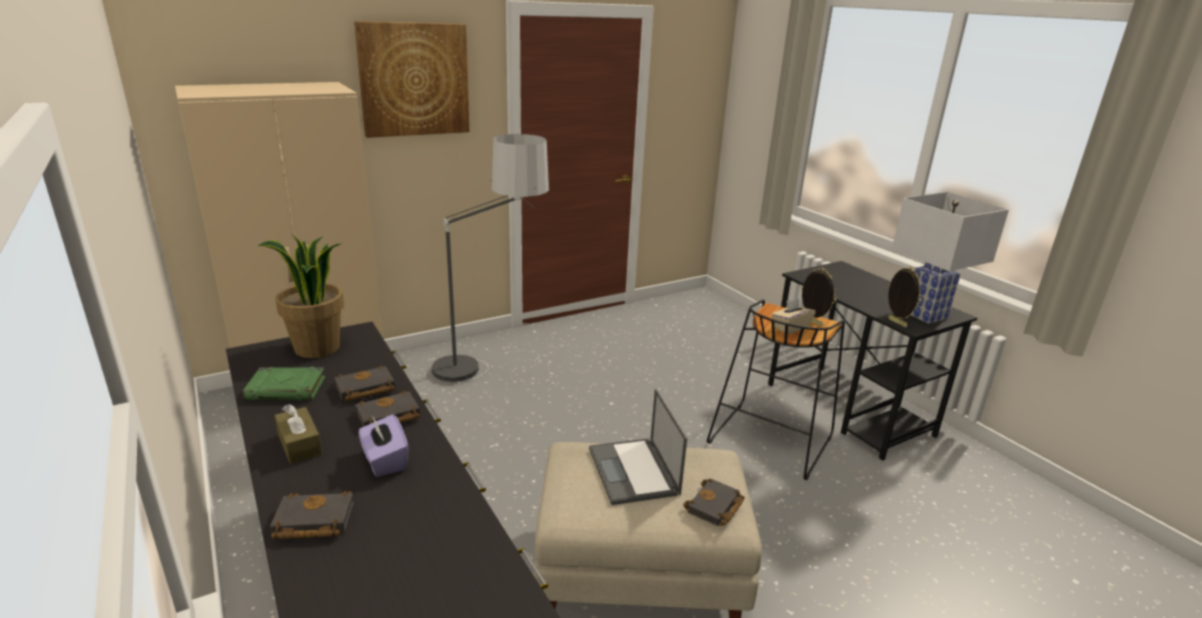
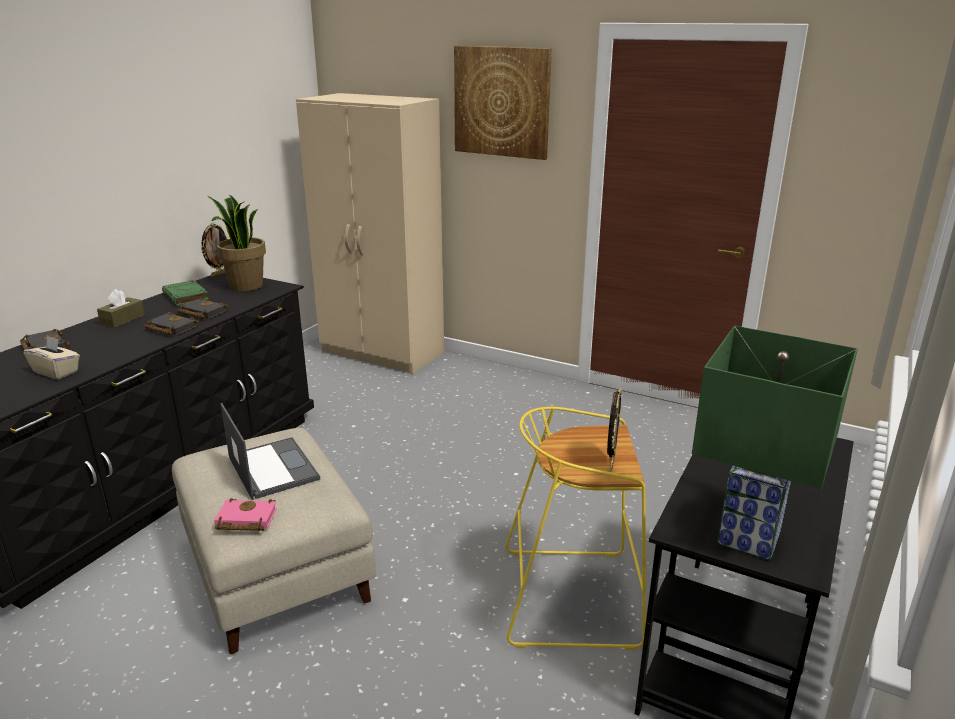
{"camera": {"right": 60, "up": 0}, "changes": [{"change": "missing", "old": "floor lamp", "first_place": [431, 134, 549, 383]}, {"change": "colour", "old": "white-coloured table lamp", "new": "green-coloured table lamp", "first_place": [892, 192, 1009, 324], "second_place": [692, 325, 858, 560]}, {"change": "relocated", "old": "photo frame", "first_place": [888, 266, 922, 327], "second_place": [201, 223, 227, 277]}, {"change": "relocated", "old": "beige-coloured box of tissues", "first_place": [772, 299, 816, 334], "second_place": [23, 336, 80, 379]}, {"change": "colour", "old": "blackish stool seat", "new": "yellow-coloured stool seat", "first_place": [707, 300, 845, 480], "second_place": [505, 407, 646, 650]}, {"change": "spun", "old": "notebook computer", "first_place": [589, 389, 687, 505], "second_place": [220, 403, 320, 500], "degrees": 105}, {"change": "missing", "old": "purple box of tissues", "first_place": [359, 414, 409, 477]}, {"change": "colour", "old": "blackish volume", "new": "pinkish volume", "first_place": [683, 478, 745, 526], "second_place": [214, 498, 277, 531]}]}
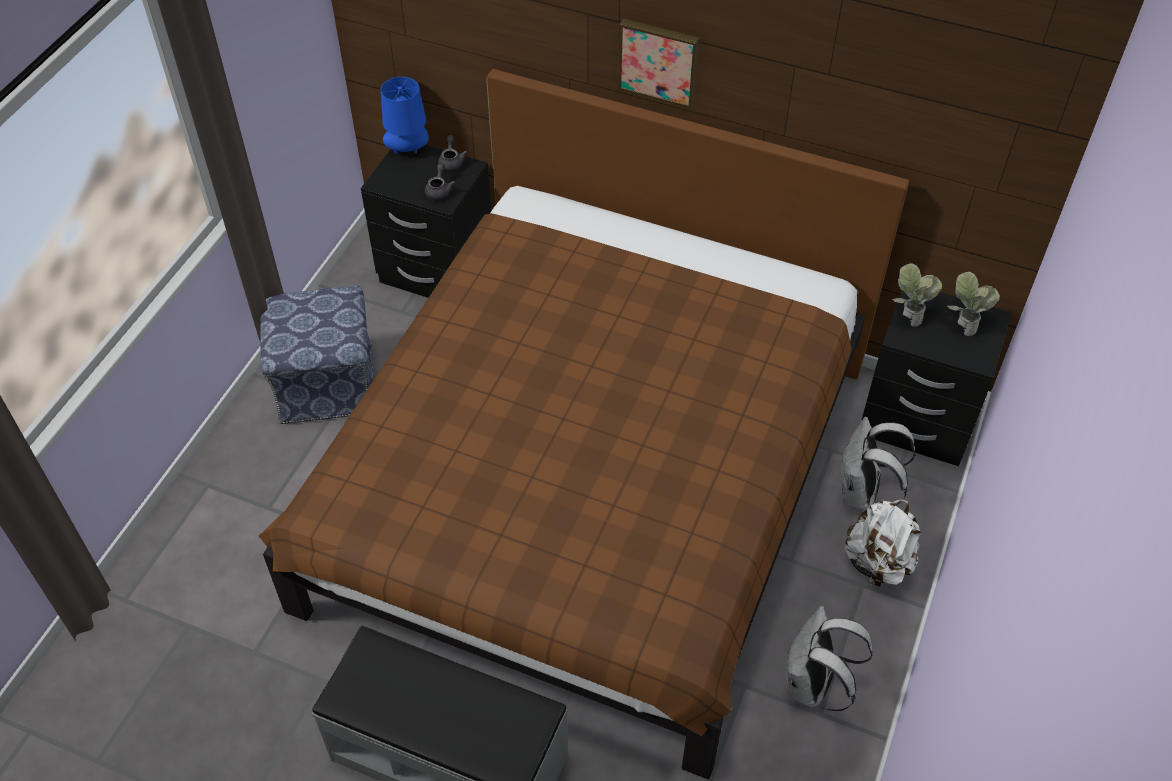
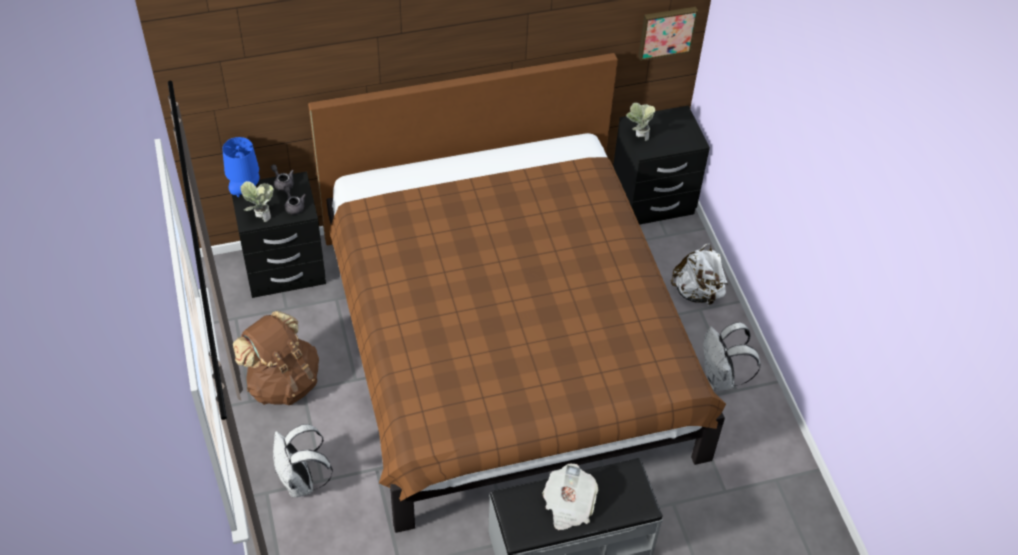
{"camera": {"right": -40, "up": 0}, "changes": [{"change": "relocated", "old": "wall art", "first_place": [618, 19, 699, 109], "second_place": [638, 7, 698, 61]}, {"change": "relocated", "old": "plant in a pot", "first_place": [947, 272, 1000, 336], "second_place": [240, 181, 274, 222]}, {"change": "exchanged", "old": "ottoman", "new": "brown rucksack", "first_place": [260, 286, 374, 424], "second_place": [233, 311, 319, 405]}, {"change": "relocated", "old": "white-coloured rucksack", "first_place": [839, 417, 915, 510], "second_place": [273, 424, 333, 498]}, {"change": "appeared", "new": "printed paper", "second_place": [542, 463, 599, 530]}]}
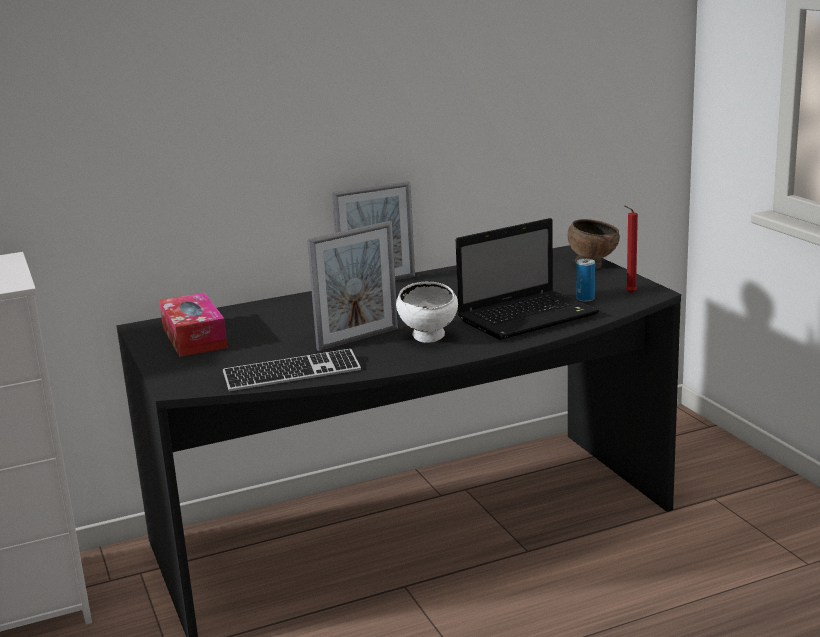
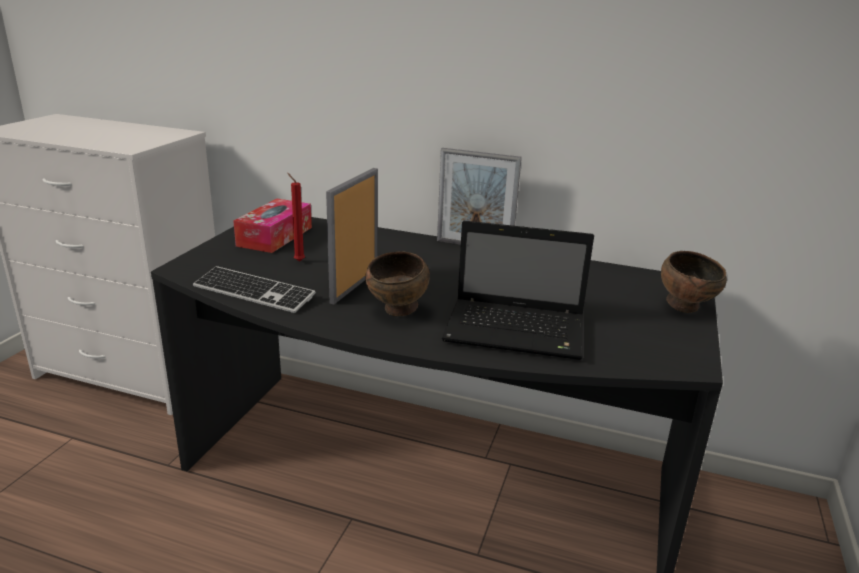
{"camera": {"right": 40, "up": 5}, "changes": [{"change": "relocated", "old": "reddish wax light", "first_place": [624, 205, 638, 293], "second_place": [287, 173, 305, 262]}, {"change": "spun", "old": "photo frame", "first_place": [307, 221, 398, 351], "second_place": [326, 168, 378, 304], "degrees": 105}, {"change": "missing", "old": "sealed can", "first_place": [576, 259, 595, 301]}, {"change": "colour", "old": "white-coloured serving bowl", "new": "brown serving bowl", "first_place": [396, 281, 458, 343], "second_place": [365, 251, 430, 316]}]}
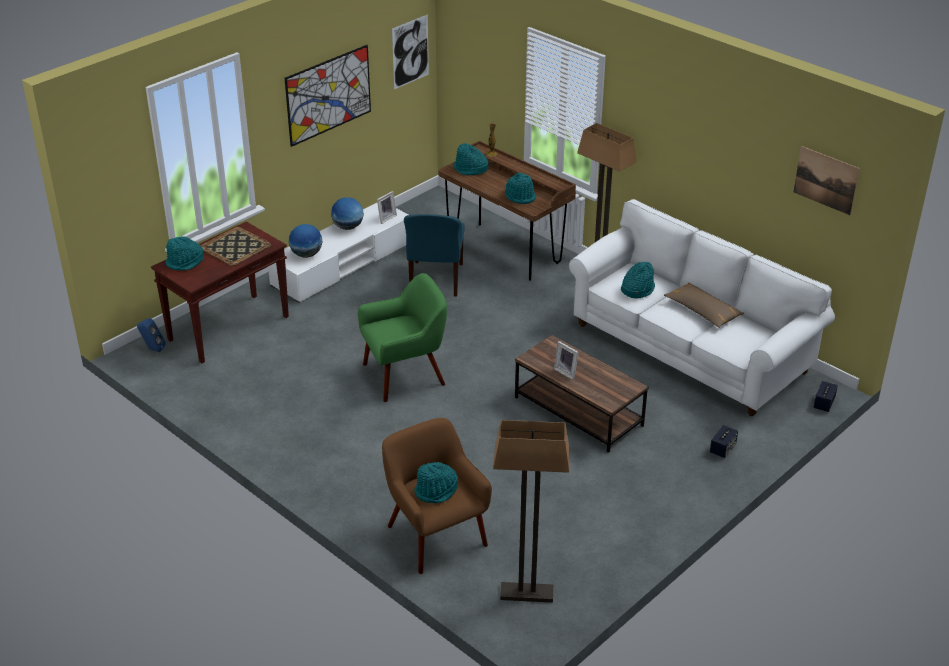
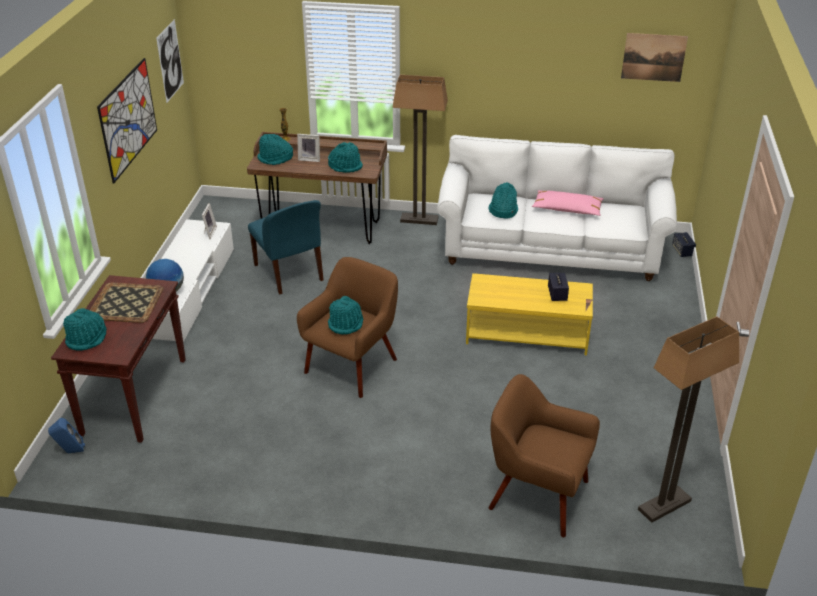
{"camera": {"right": -35, "up": 0}, "changes": [{"change": "missing", "old": "globe", "first_place": [331, 197, 364, 230]}, {"change": "colour", "old": "green-coloured lounge chair", "new": "brown lounge chair", "first_place": [358, 273, 447, 402], "second_place": [297, 257, 398, 398]}, {"change": "colour", "old": "brown throw pillow", "new": "pinkish throw pillow", "first_place": [664, 283, 744, 328], "second_place": [532, 190, 604, 216]}, {"change": "colour", "old": "brown lounge table", "new": "yellow-coloured lounge table", "first_place": [515, 335, 649, 453], "second_place": [466, 273, 593, 356]}, {"change": "relocated", "old": "photo frame", "first_place": [554, 341, 579, 380], "second_place": [297, 134, 320, 162]}, {"change": "relocated", "old": "speaker", "first_place": [710, 425, 738, 458], "second_place": [548, 273, 569, 301]}, {"change": "relocated", "old": "turquoise-coloured wearable hat", "first_place": [414, 462, 458, 503], "second_place": [328, 296, 363, 335]}]}
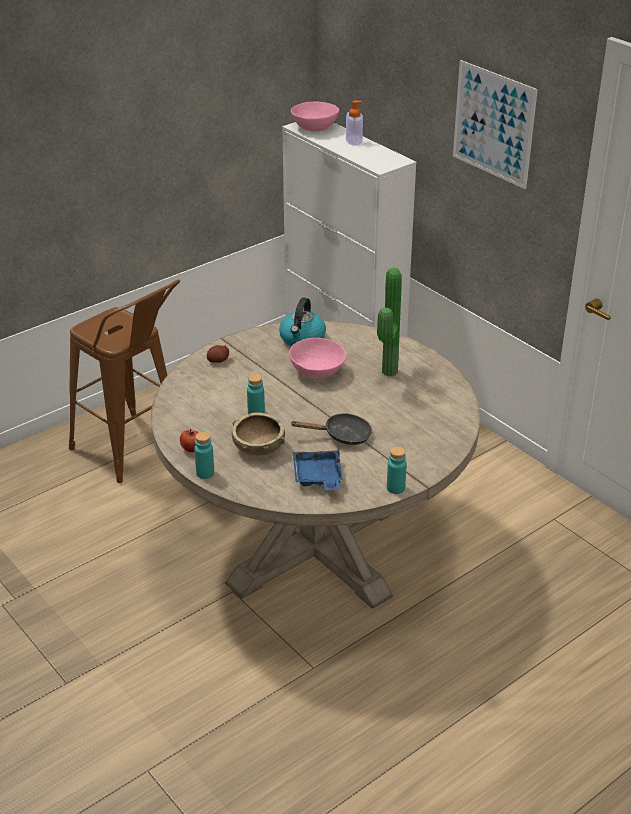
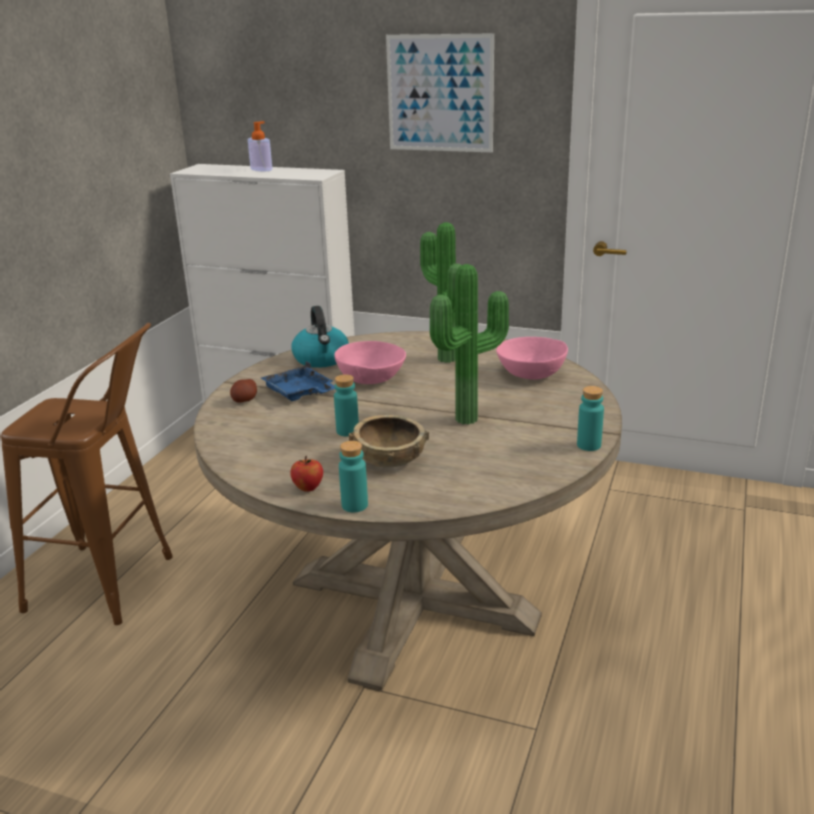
{"camera": {"right": -30, "up": -10}, "changes": [{"change": "relocated", "old": "pinkish serving bowl", "first_place": [291, 102, 339, 131], "second_place": [496, 337, 568, 380]}, {"change": "exchanged", "old": "blackish pan", "new": "plant in a pot", "first_place": [290, 413, 372, 445], "second_place": [430, 264, 509, 425]}, {"change": "relocated", "old": "blue serving tray", "first_place": [293, 447, 343, 490], "second_place": [261, 361, 335, 401]}]}
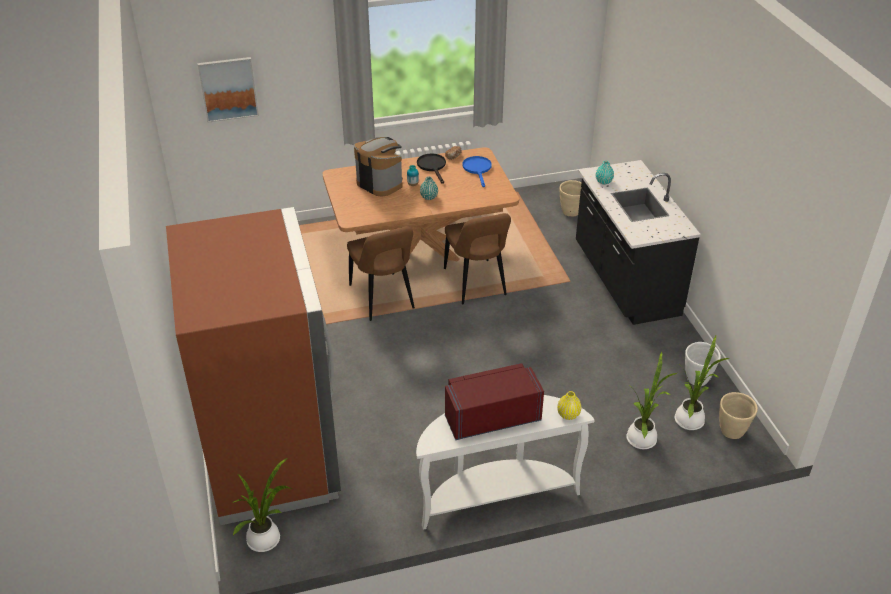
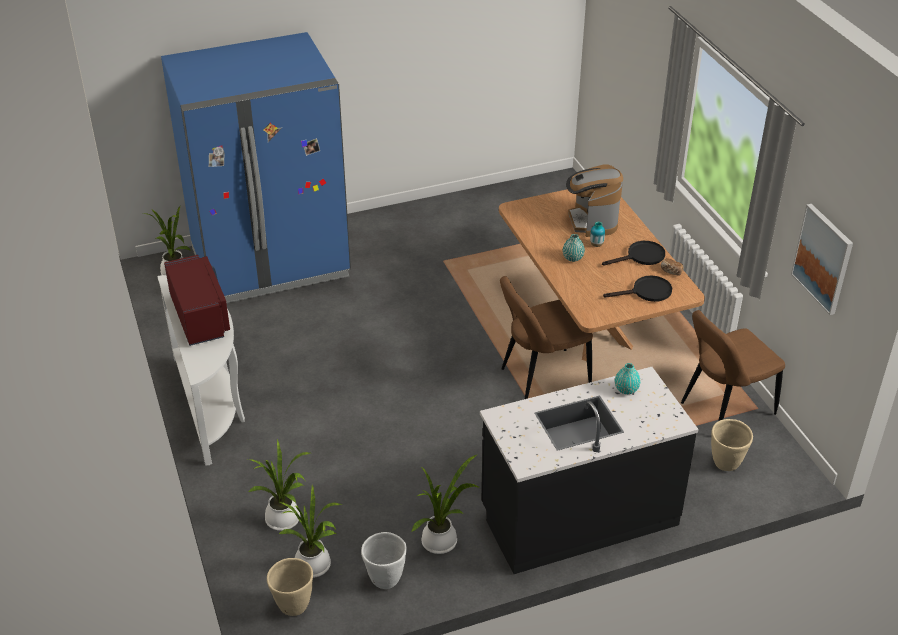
{"camera": {"right": 85, "up": 0}, "changes": [{"change": "relocated", "old": "wall art", "first_place": [197, 57, 259, 123], "second_place": [791, 204, 853, 315]}, {"change": "spun", "old": "coffee maker", "first_place": [354, 137, 403, 196], "second_place": [566, 164, 623, 237], "degrees": 135}, {"change": "colour", "old": "blue pan", "new": "blackish pan", "first_place": [463, 156, 492, 187], "second_place": [603, 276, 672, 302]}, {"change": "colour", "old": "brown refrigerator", "new": "blue refrigerator", "first_place": [166, 207, 341, 525], "second_place": [161, 32, 351, 303]}, {"change": "relocated", "old": "brown chair", "first_place": [347, 226, 415, 321], "second_place": [681, 310, 785, 421]}, {"change": "missing", "old": "yellow-coloured decorative vase", "first_place": [557, 391, 581, 420]}, {"change": "appeared", "new": "plant in a pot", "second_place": [411, 454, 479, 554]}]}
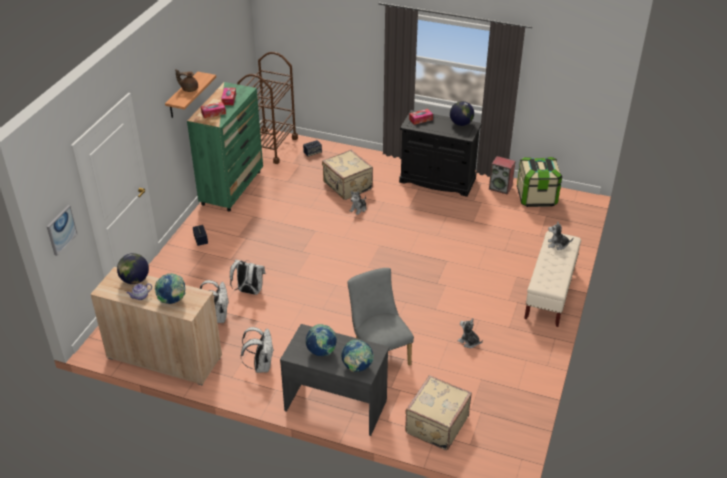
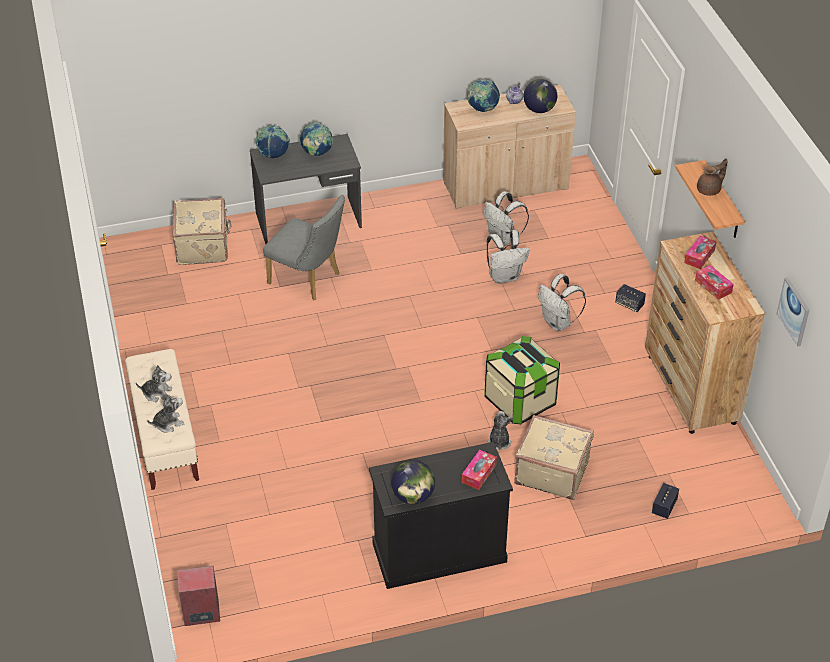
{"camera": {"right": 145, "up": 5}, "changes": [{"change": "missing", "old": "brown wheeled cart", "first_place": [237, 52, 298, 164]}, {"change": "colour", "old": "green-coloured dresser", "new": "brown dresser", "first_place": [187, 82, 263, 211], "second_place": [645, 232, 765, 434]}, {"change": "relocated", "old": "speaker", "first_place": [489, 156, 516, 195], "second_place": [177, 566, 220, 626]}, {"change": "relocated", "old": "storage box", "first_place": [517, 157, 562, 207], "second_place": [484, 336, 560, 424]}, {"change": "relocated", "old": "wall art", "first_place": [47, 205, 77, 256], "second_place": [777, 278, 809, 347]}, {"change": "relocated", "old": "plush toy", "first_place": [457, 318, 483, 348], "second_place": [136, 365, 172, 402]}, {"change": "relocated", "old": "white-coloured rucksack", "first_place": [240, 327, 273, 373], "second_place": [538, 274, 586, 331]}]}
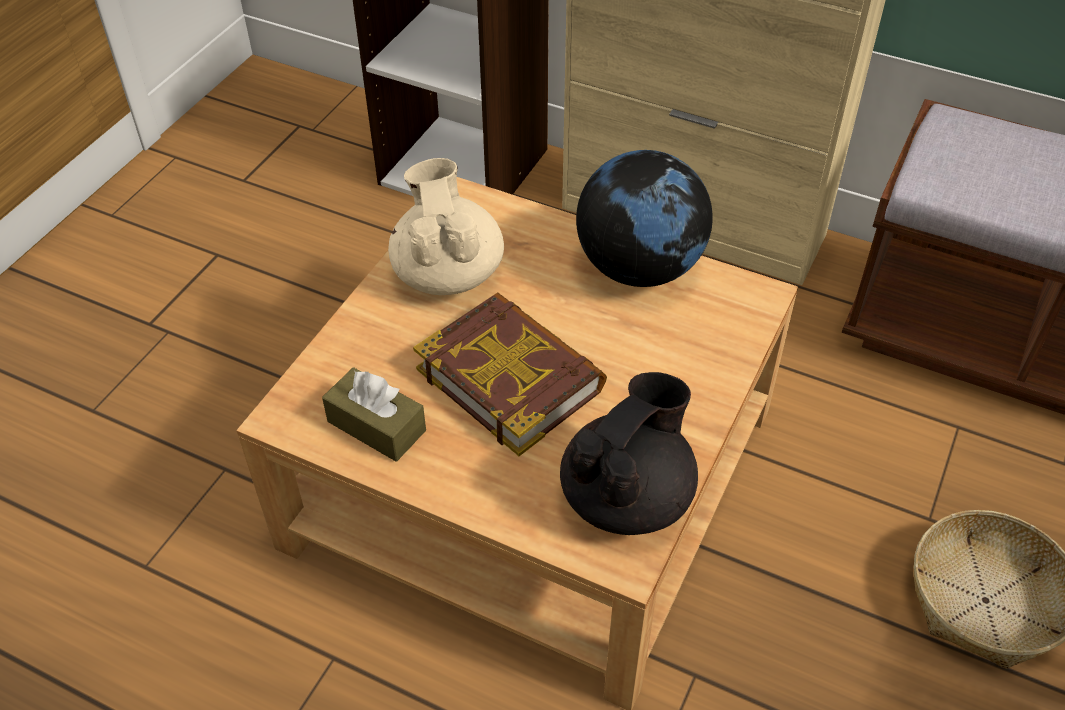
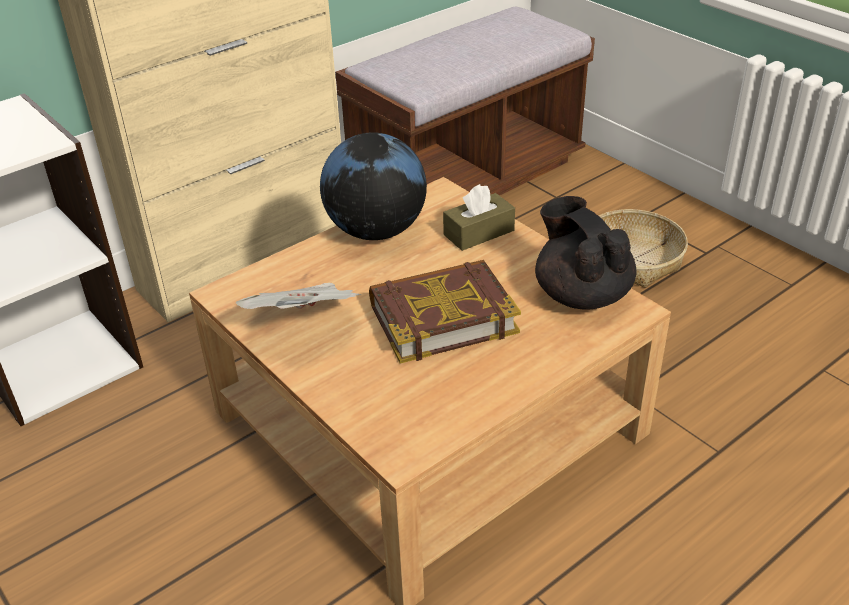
{"camera": {"right": -65, "up": -10}, "changes": [{"change": "exchanged", "old": "beige-coloured tea pot", "new": "printed paper", "first_place": [388, 158, 504, 295], "second_place": [236, 283, 361, 309]}, {"change": "relocated", "old": "brown box of tissues", "first_place": [322, 367, 426, 462], "second_place": [443, 184, 515, 251]}]}
